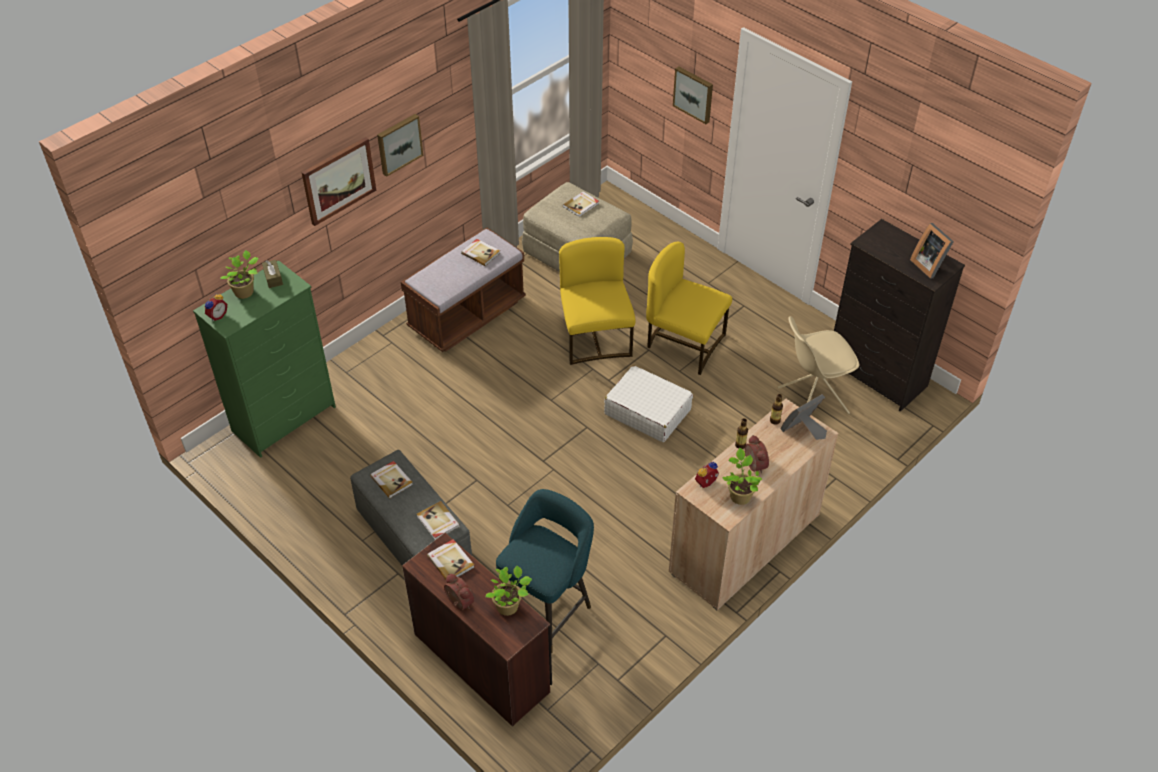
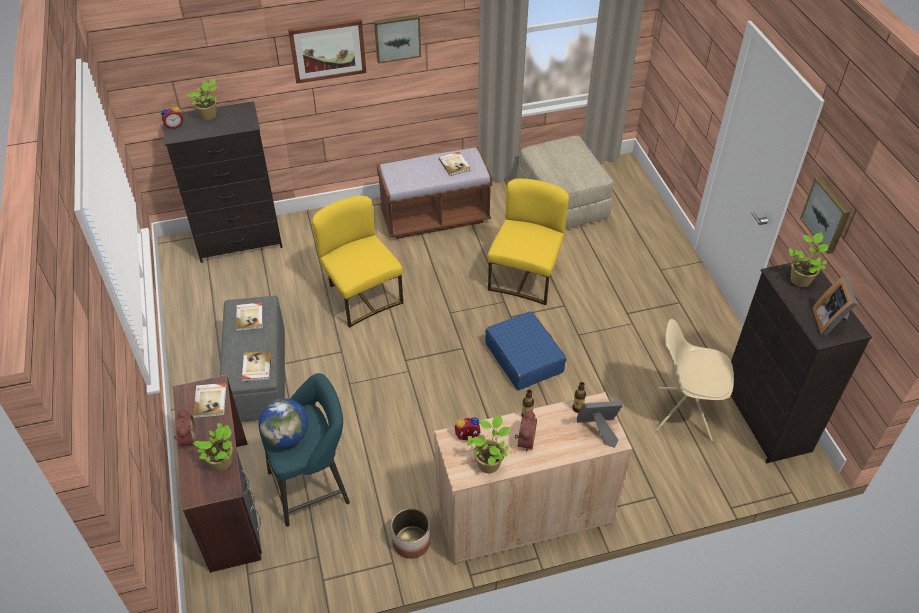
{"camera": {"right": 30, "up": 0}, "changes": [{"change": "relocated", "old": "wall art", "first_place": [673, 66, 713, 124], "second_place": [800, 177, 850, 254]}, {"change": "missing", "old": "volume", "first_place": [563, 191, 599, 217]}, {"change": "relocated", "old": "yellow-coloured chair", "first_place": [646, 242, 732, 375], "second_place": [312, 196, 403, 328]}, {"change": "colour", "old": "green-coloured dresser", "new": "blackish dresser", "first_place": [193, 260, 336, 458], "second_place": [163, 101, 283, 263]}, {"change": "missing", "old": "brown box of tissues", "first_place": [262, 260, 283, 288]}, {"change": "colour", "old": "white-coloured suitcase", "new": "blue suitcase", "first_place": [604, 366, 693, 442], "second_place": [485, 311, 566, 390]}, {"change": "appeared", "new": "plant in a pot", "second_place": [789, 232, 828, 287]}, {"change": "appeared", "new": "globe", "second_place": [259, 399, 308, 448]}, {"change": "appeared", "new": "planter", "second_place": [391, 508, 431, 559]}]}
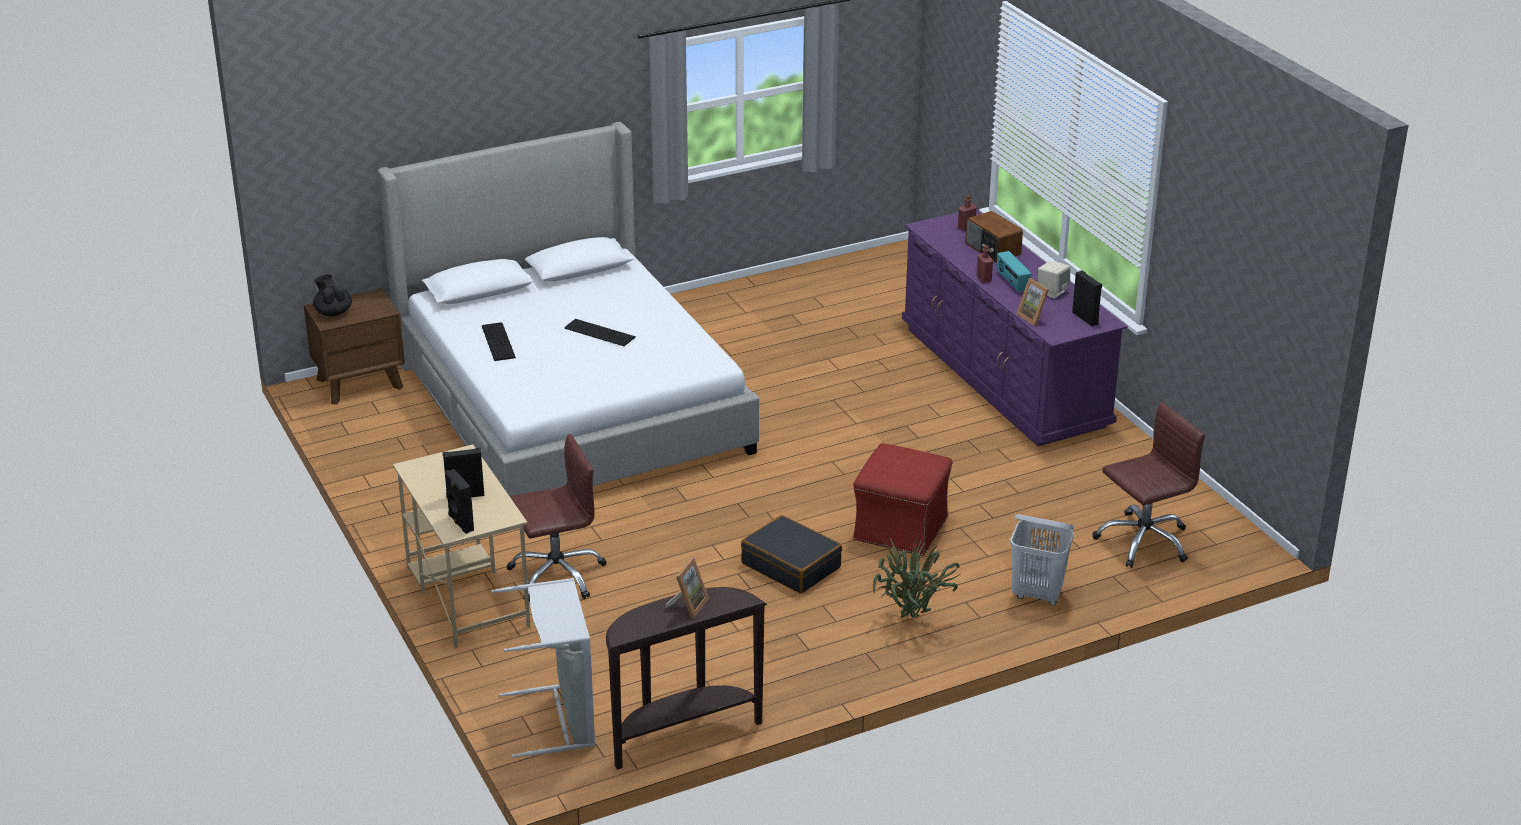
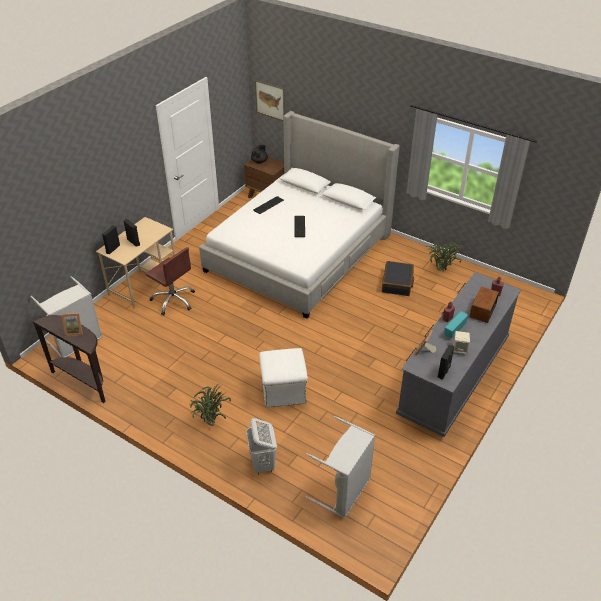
{"camera": {"right": 60, "up": 10}, "changes": [{"change": "colour", "old": "purple dresser", "new": "gray dresser", "first_place": [902, 209, 1128, 446], "second_place": [396, 272, 521, 437]}, {"change": "exchanged", "old": "brown office chair", "new": "gray hamper", "first_place": [1093, 402, 1205, 568], "second_place": [306, 416, 375, 519]}, {"change": "colour", "old": "reddish ottoman", "new": "white-coloured ottoman", "first_place": [853, 443, 953, 556], "second_place": [259, 348, 308, 408]}, {"change": "relocated", "old": "blackish suitcase", "first_place": [741, 515, 842, 594], "second_place": [382, 261, 414, 296]}, {"change": "appeared", "new": "wall art", "second_place": [255, 80, 285, 121]}, {"change": "appeared", "new": "plant in a pot", "second_place": [426, 242, 462, 271]}]}
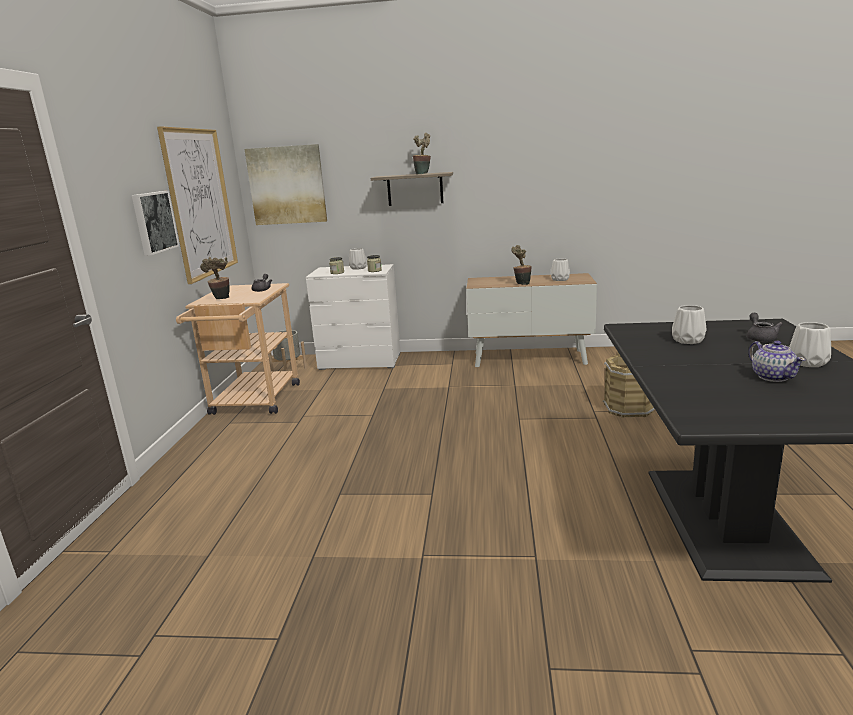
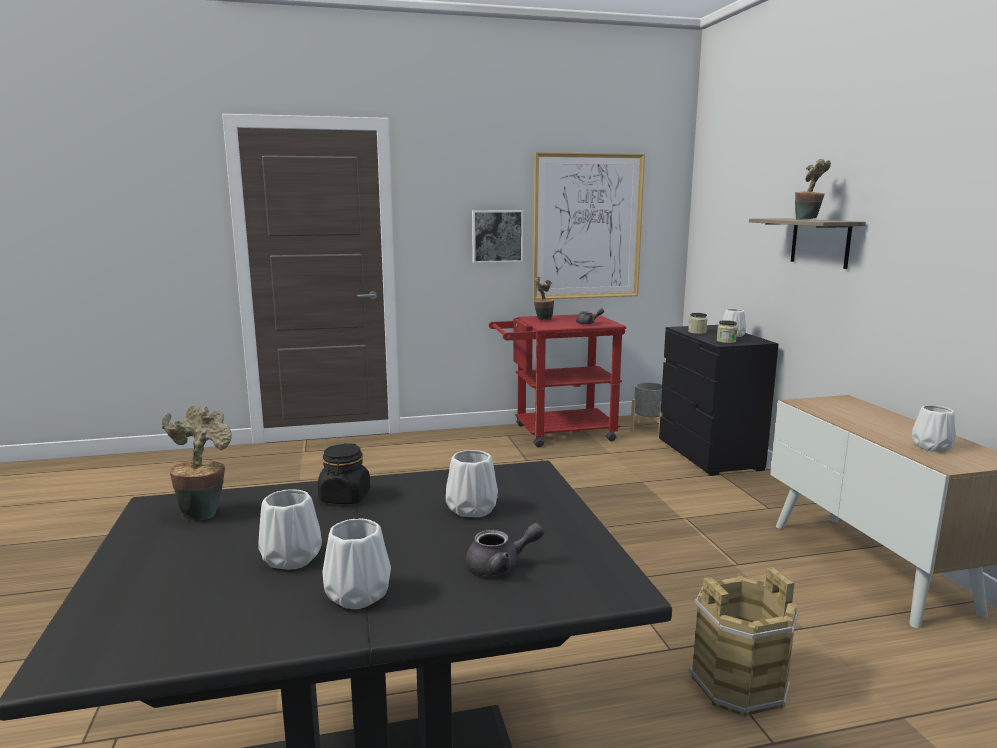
{"camera": {"right": 70, "up": -5}, "changes": [{"change": "missing", "old": "wall art", "first_place": [245, 144, 327, 225]}, {"change": "relocated", "old": "plant in a pot", "first_place": [511, 245, 532, 285], "second_place": [162, 405, 232, 522]}, {"change": "colour", "old": "white-coloured dresser", "new": "blackish dresser", "first_place": [306, 264, 400, 370], "second_place": [659, 325, 779, 476]}, {"change": "colour", "old": "beige-coloured wheeled cart", "new": "reddish wheeled cart", "first_place": [176, 283, 300, 415], "second_place": [489, 314, 626, 448]}, {"change": "exchanged", "old": "tea pot", "new": "white-coloured decorative vase", "first_place": [748, 340, 806, 382], "second_place": [258, 489, 322, 570]}, {"change": "appeared", "new": "blackish jar", "second_place": [318, 443, 370, 504]}]}
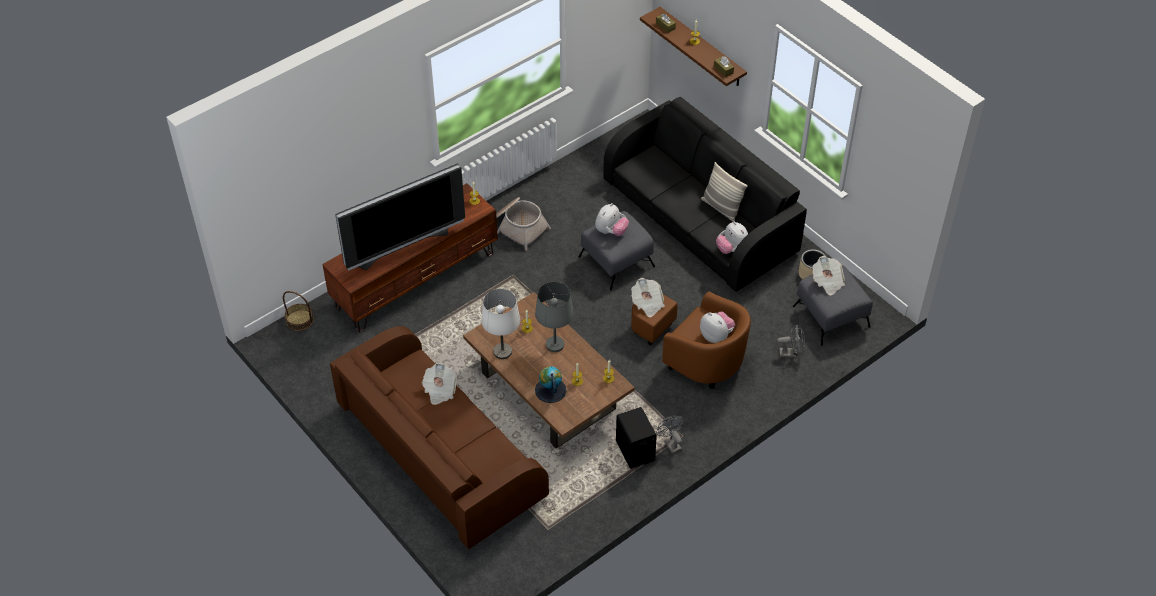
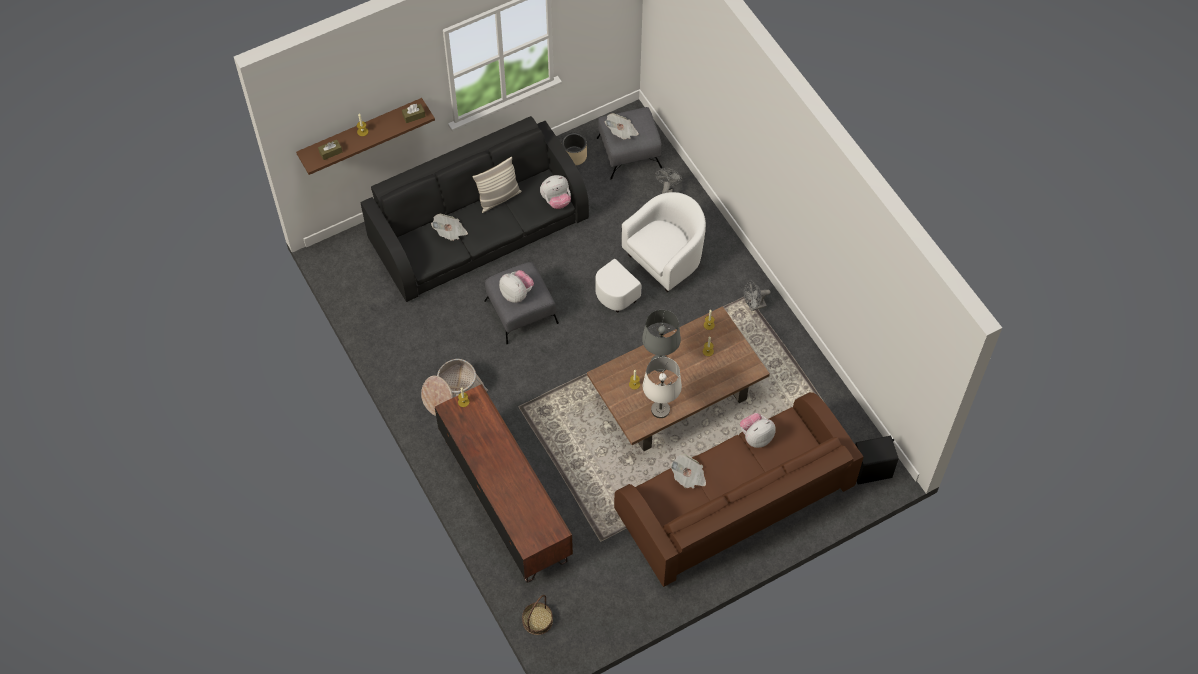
{"camera": {"right": -80, "up": 10}, "changes": [{"change": "missing", "old": "TV", "first_place": [335, 163, 465, 270]}, {"change": "relocated", "old": "printed paper", "first_place": [631, 278, 665, 317], "second_place": [431, 214, 468, 241]}, {"change": "colour", "old": "brown lounge chair", "new": "white-coloured lounge chair", "first_place": [631, 292, 751, 389], "second_place": [595, 192, 706, 313]}, {"change": "relocated", "old": "plush toy", "first_place": [700, 312, 735, 343], "second_place": [740, 413, 776, 448]}, {"change": "missing", "old": "globe", "first_place": [535, 366, 566, 403]}, {"change": "relocated", "old": "blackish speaker", "first_place": [616, 407, 657, 469], "second_place": [855, 436, 899, 485]}]}
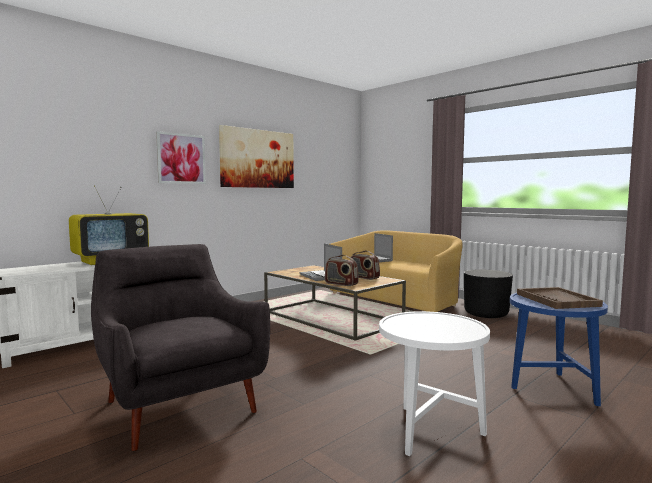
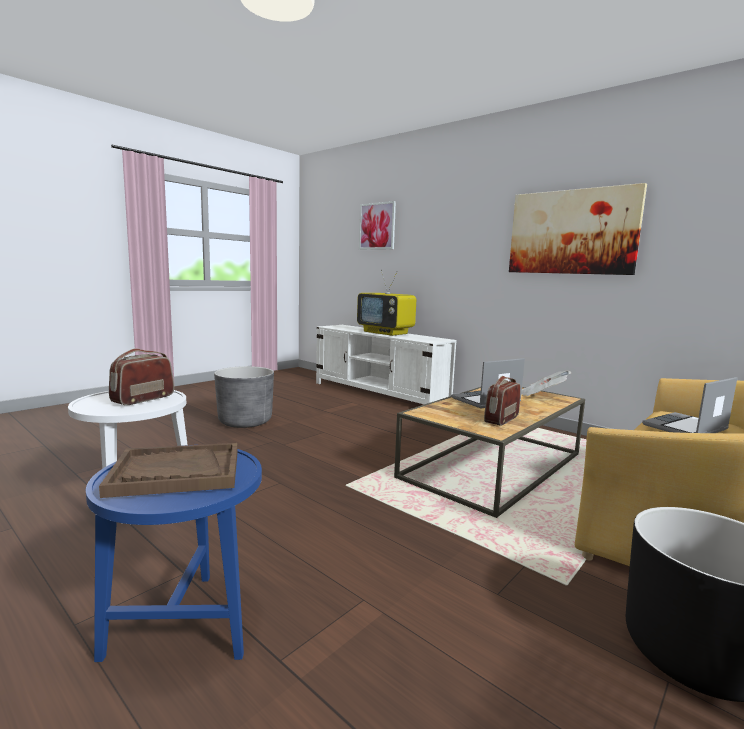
{"camera": {"right": 85, "up": 5}, "changes": [{"change": "relocated", "old": "wall art", "first_place": [156, 131, 206, 184], "second_place": [359, 201, 396, 250]}, {"change": "exchanged", "old": "gray lounge chair", "new": "gray planter", "first_place": [91, 244, 270, 451], "second_place": [214, 366, 274, 428]}, {"change": "relocated", "old": "radio receiver", "first_place": [325, 255, 359, 286], "second_place": [109, 348, 174, 405]}, {"change": "appeared", "new": "printed paper", "second_place": [521, 371, 571, 396]}]}
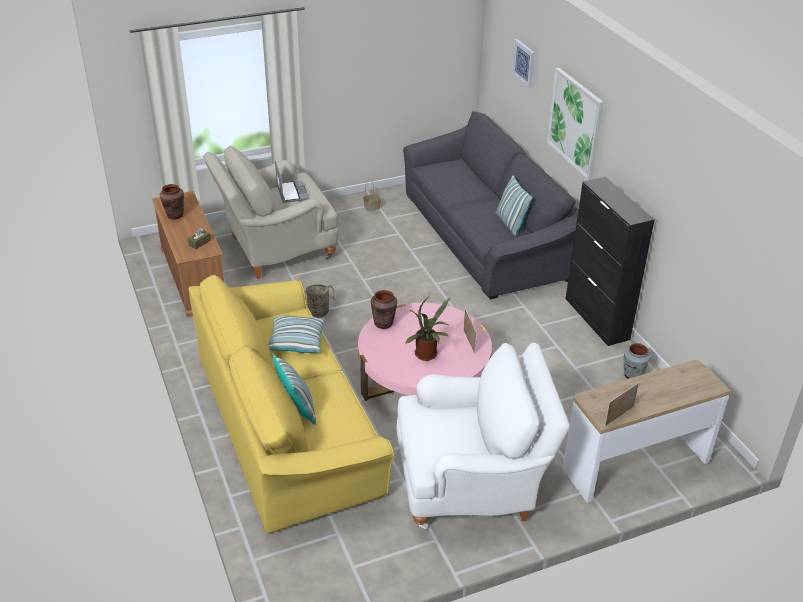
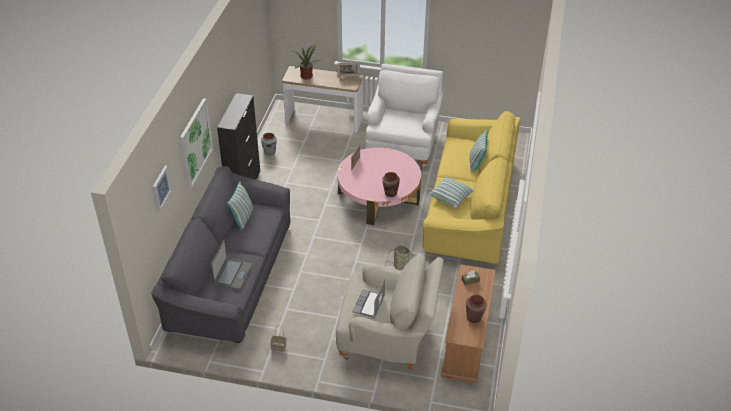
{"camera": {"right": -145, "up": 5}, "changes": [{"change": "relocated", "old": "plant in a pot", "first_place": [405, 295, 451, 361], "second_place": [291, 43, 322, 80]}, {"change": "spun", "old": "white-coloured lounge chair", "first_place": [396, 342, 570, 529], "second_place": [366, 64, 443, 166], "degrees": 75}, {"change": "appeared", "new": "notebook computer", "second_place": [211, 240, 252, 290]}]}
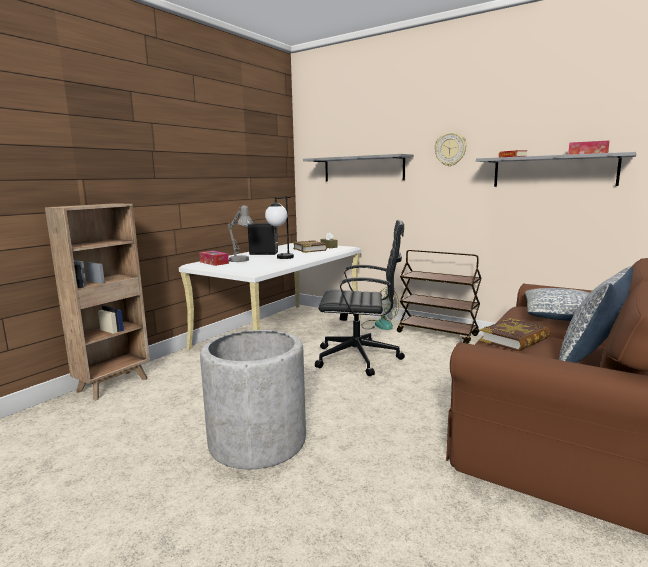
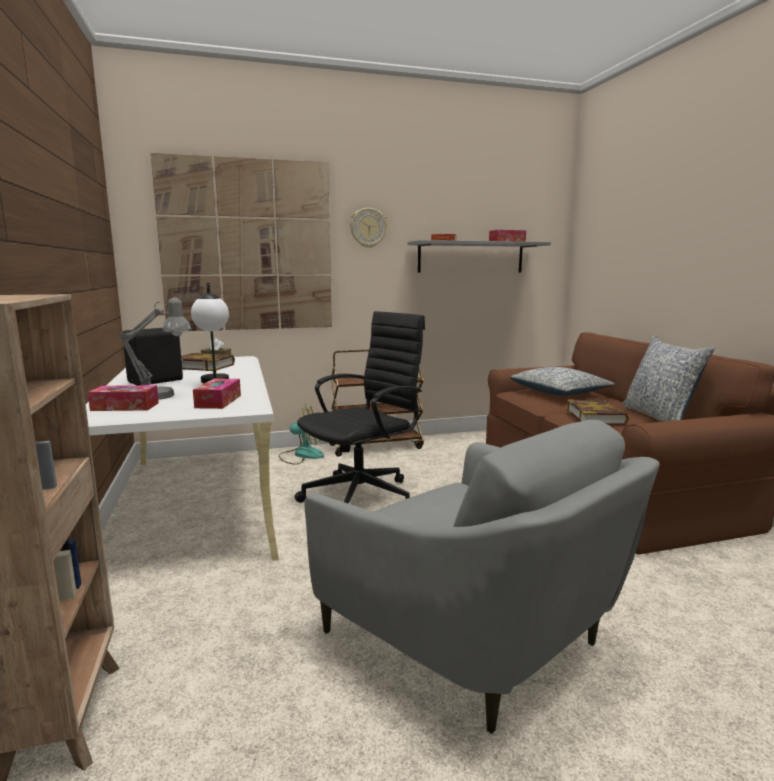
{"camera": {"right": -50, "up": 0}, "changes": [{"change": "exchanged", "old": "gray bracket shelf", "new": "wall art", "first_place": [303, 154, 414, 182], "second_place": [151, 153, 332, 331]}, {"change": "exchanged", "old": "gray planter", "new": "gray lounge chair", "first_place": [200, 330, 306, 469], "second_place": [304, 420, 660, 734]}, {"change": "appeared", "new": "box of tissues", "second_place": [193, 379, 241, 409]}]}
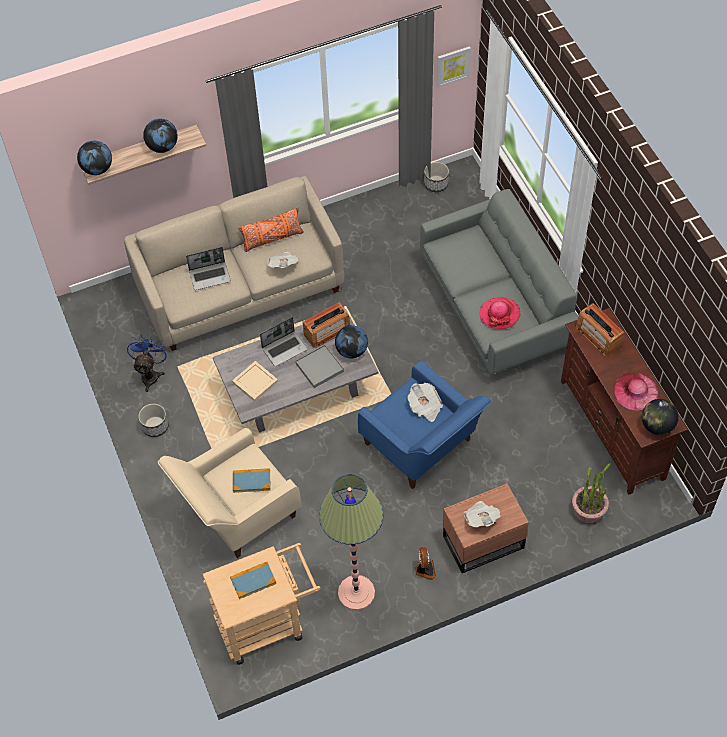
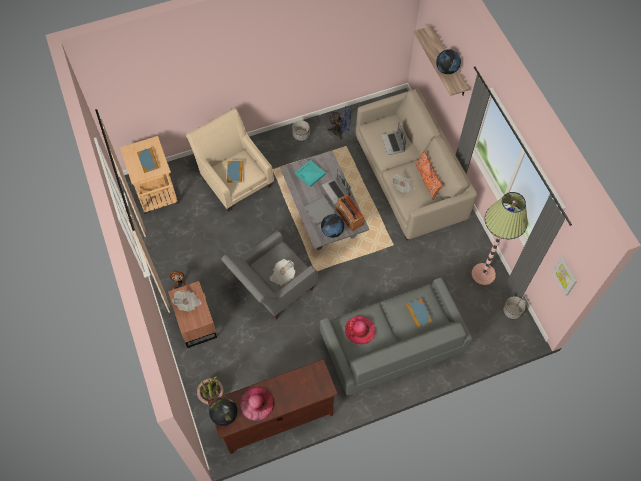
{"camera": {"right": 90, "up": 5}, "changes": [{"change": "missing", "old": "globe", "first_place": [77, 141, 112, 175]}, {"change": "missing", "old": "radio receiver", "first_place": [576, 303, 624, 356]}, {"change": "colour", "old": "blue lounge chair", "new": "gray lounge chair", "first_place": [358, 360, 492, 489], "second_place": [221, 231, 318, 320]}, {"change": "colour", "old": "beige-coloured serving tray", "new": "turquoise-coloured serving tray", "first_place": [232, 361, 278, 402], "second_place": [295, 160, 326, 187]}, {"change": "relocated", "old": "floor lamp", "first_place": [319, 474, 383, 610], "second_place": [471, 192, 528, 285]}, {"change": "appeared", "new": "volume", "second_place": [407, 299, 432, 328]}]}
